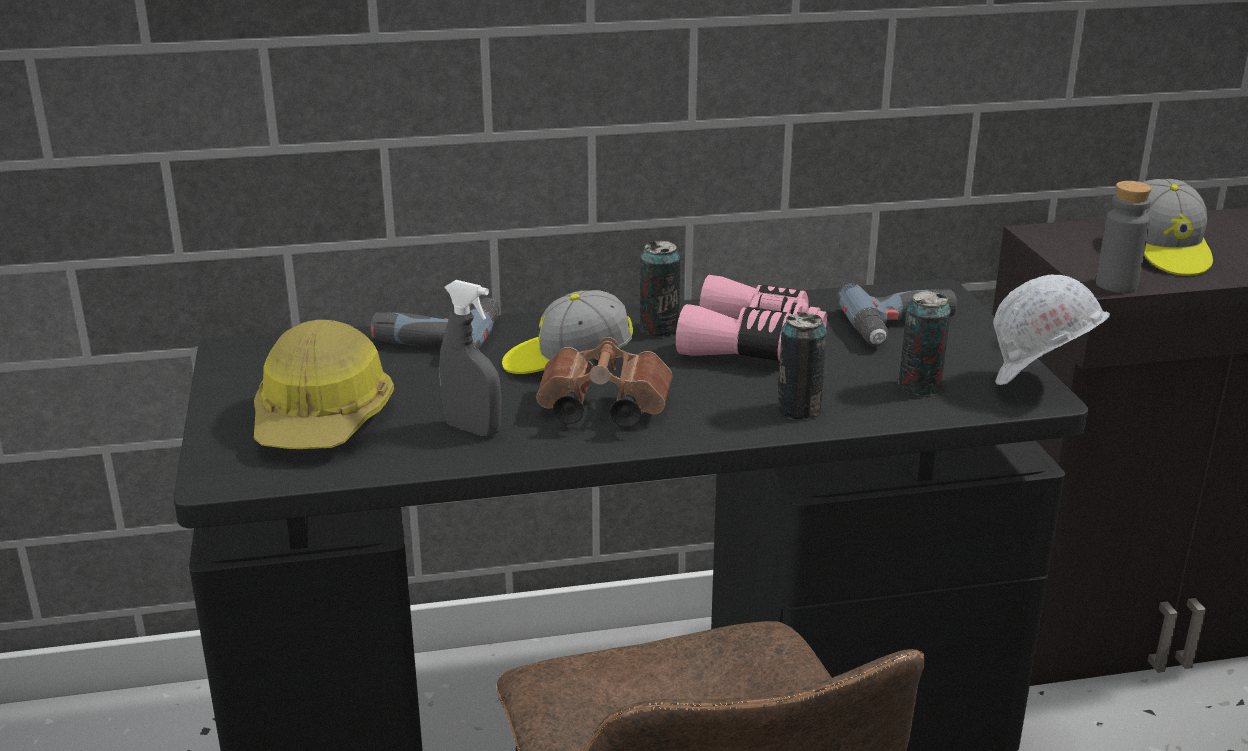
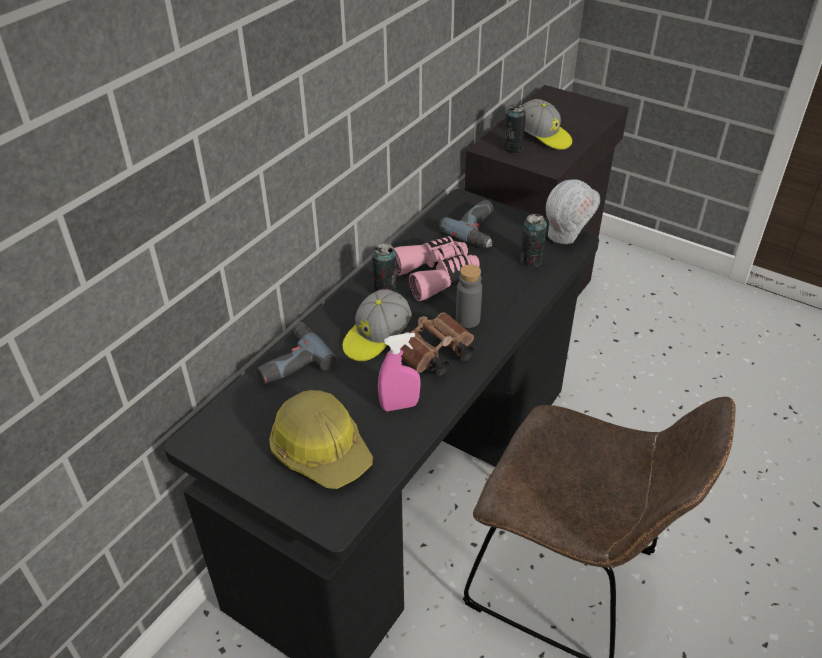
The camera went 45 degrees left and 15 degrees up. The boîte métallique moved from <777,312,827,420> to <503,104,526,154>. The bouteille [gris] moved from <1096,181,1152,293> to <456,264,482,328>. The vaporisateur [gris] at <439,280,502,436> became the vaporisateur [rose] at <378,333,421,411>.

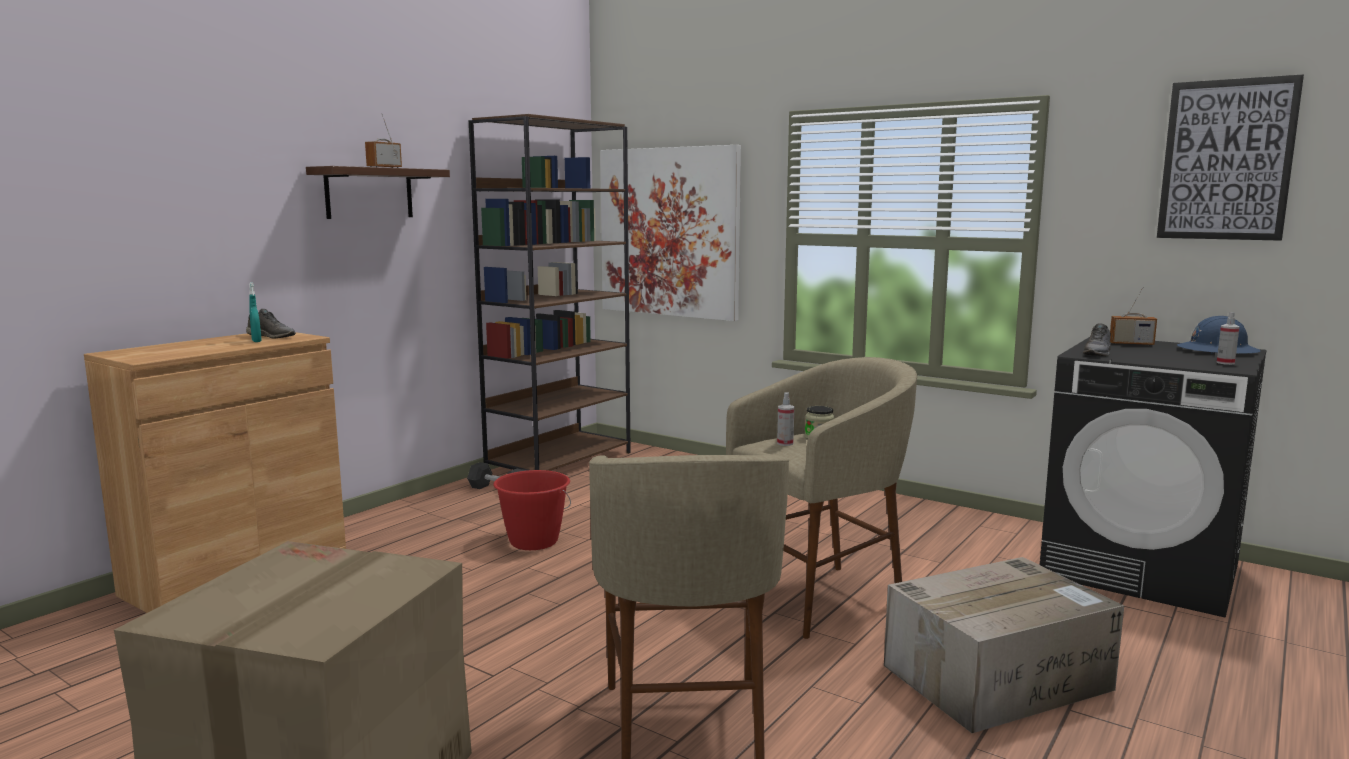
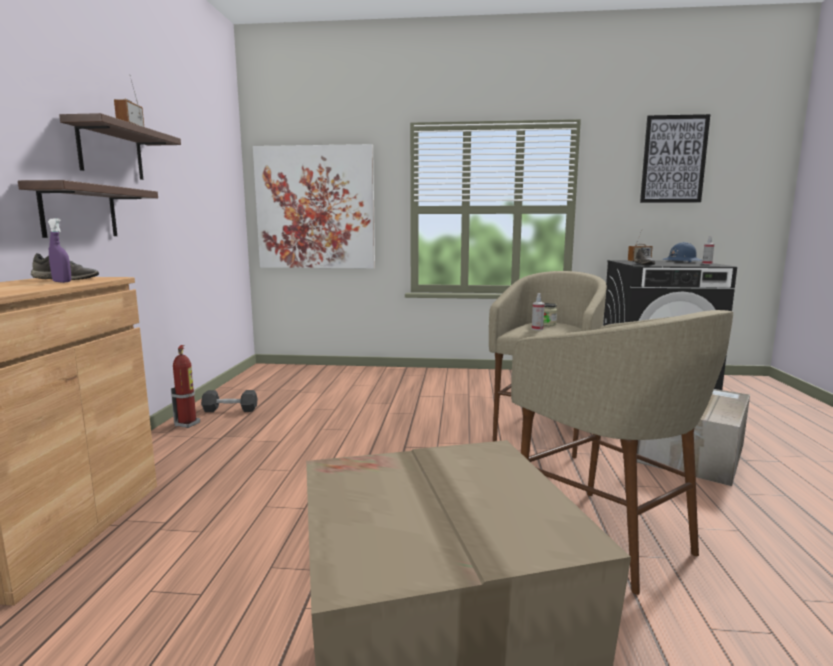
The camera went 30 degrees left and 0 degrees up. The bibliothèque [marron] at <469,114,631,471> disappeared. The seau [rouge] at <494,470,571,550> disappeared. The étagère at <18,180,158,238> appeared. The extincteur at <171,345,200,428> appeared. The vaporisateur [turquoise] at <249,282,262,342> became the vaporisateur [violet] at <48,218,71,283>.

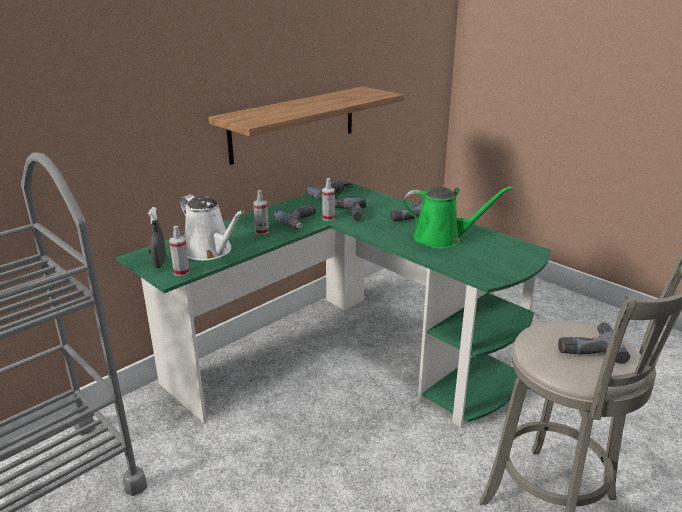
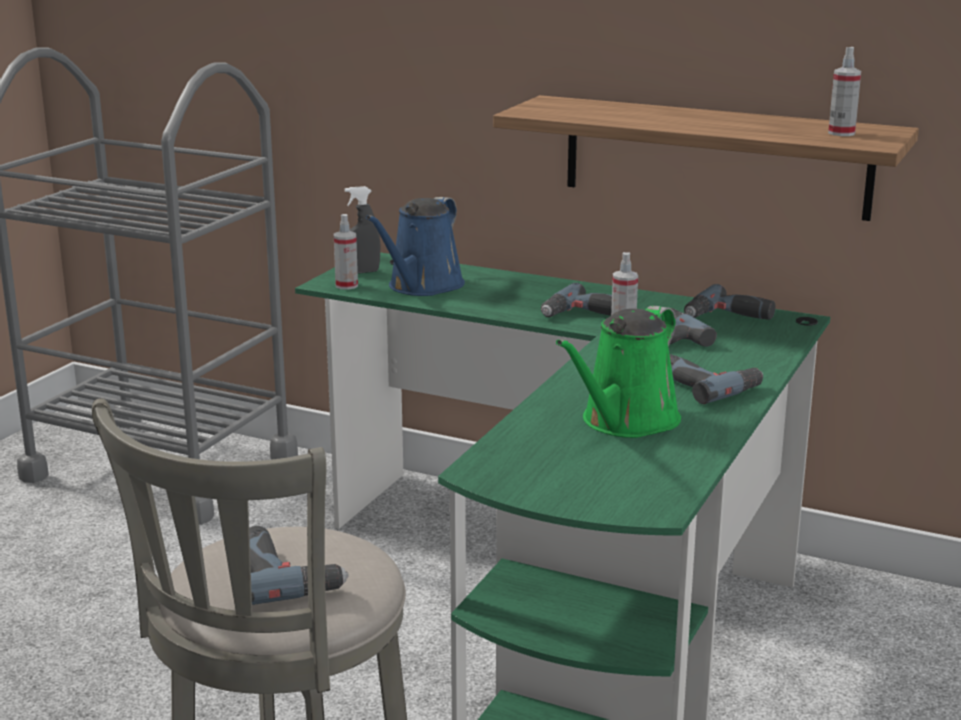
The camera went 70 degrees right and 5 degrees down. The vaporisateur moved from <253,190,269,235> to <828,47,861,136>. The arrosoir [blanc] at <180,194,244,260> became the arrosoir [bleu] at <366,197,465,296>. The arrosoir [vert] at <403,186,512,249> turned 45 degrees clockwise.

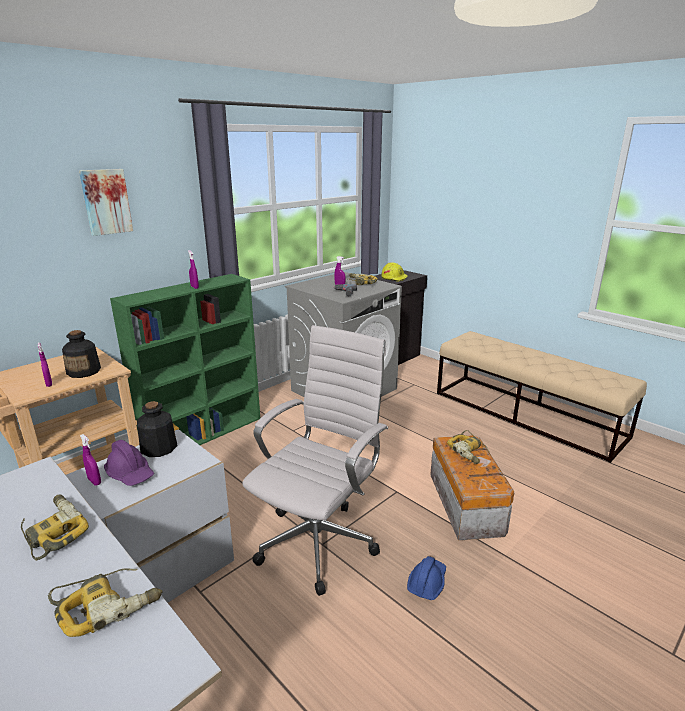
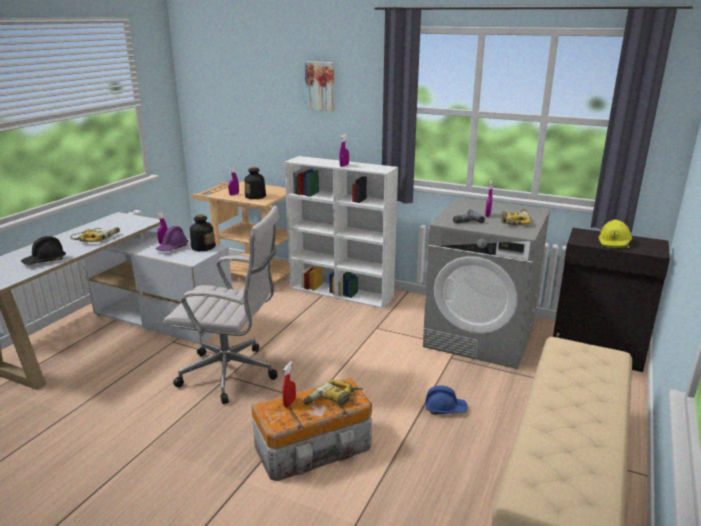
The camera went 70 degrees right and 0 degrees up. The vaporisateur [rouge] at <282,361,296,408> appeared. The casque de chantier [bleu] moved from <407,556,446,600> to <425,386,468,414>. The perceuse at <48,568,163,637> was replaced by the casque de chantier [noir] at <21,236,66,265>. The bibliothèque [vert] at <110,274,260,445> became the bibliothèque [blanc] at <284,156,398,309>.

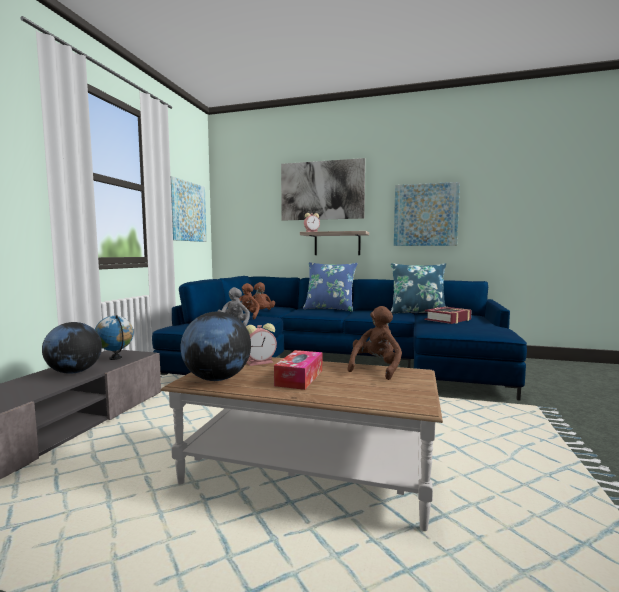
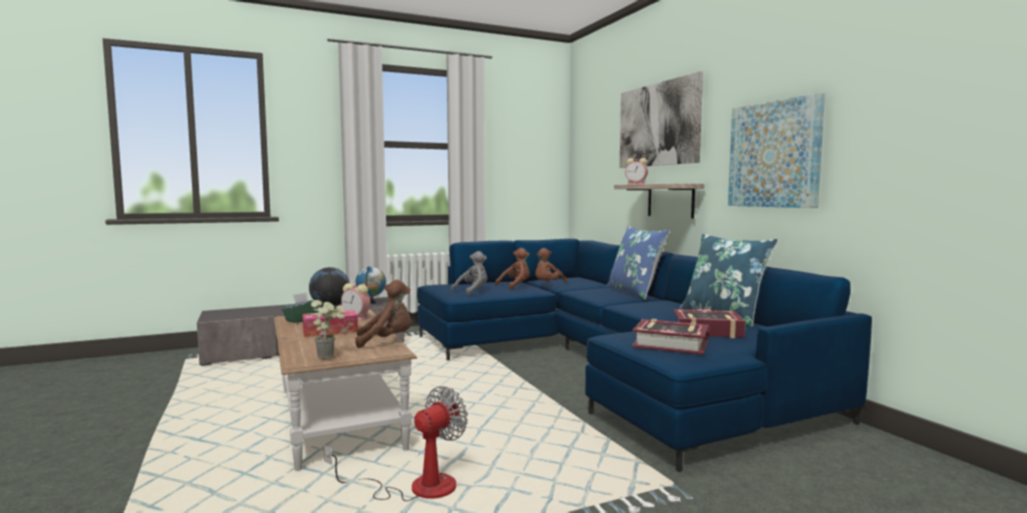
The camera went 50 degrees right and 0 degrees up. The tableau at <171,176,207,242> disappeared. The plante en pot at <311,300,345,360> appeared. The ventilateur at <324,386,468,501> appeared. The livre at <632,319,709,355> appeared. The globe at <181,312,251,381> was replaced by the boîte à mouchoirs [vert] at <282,293,323,323>.

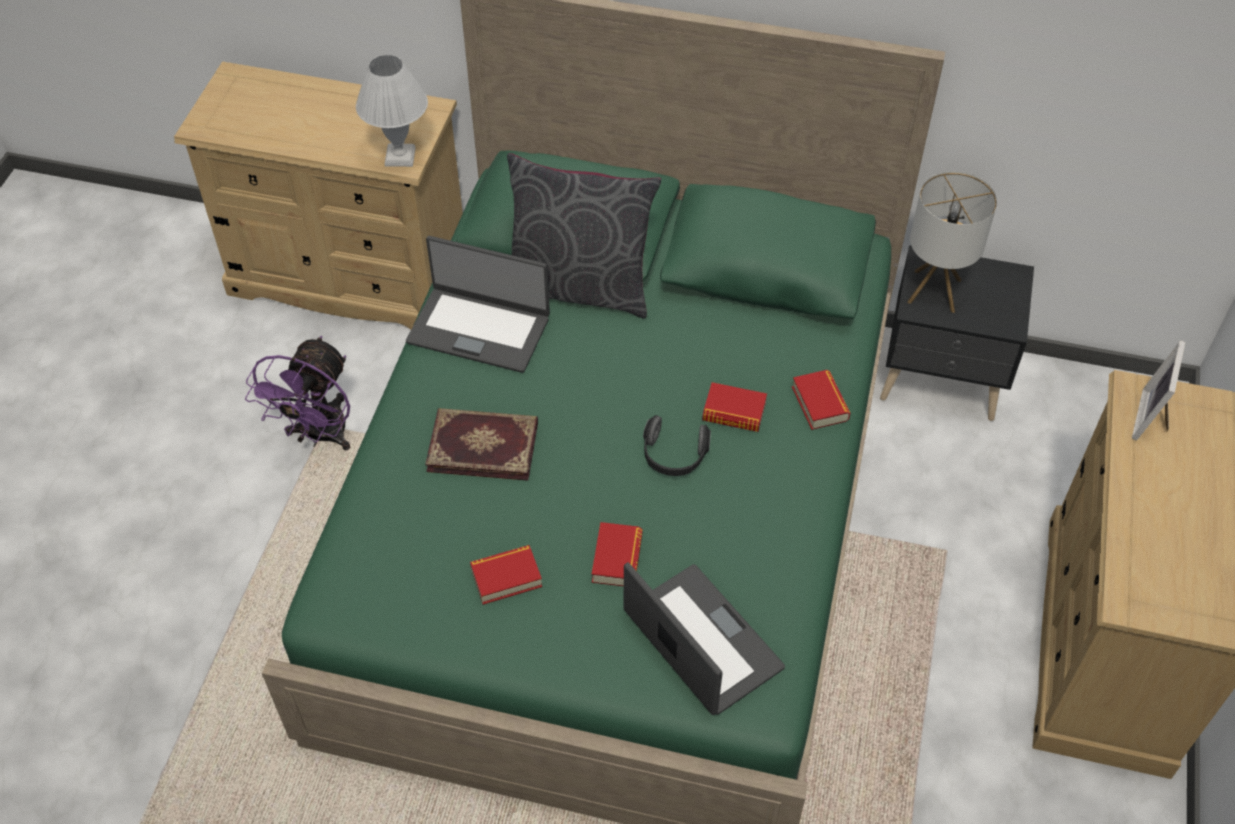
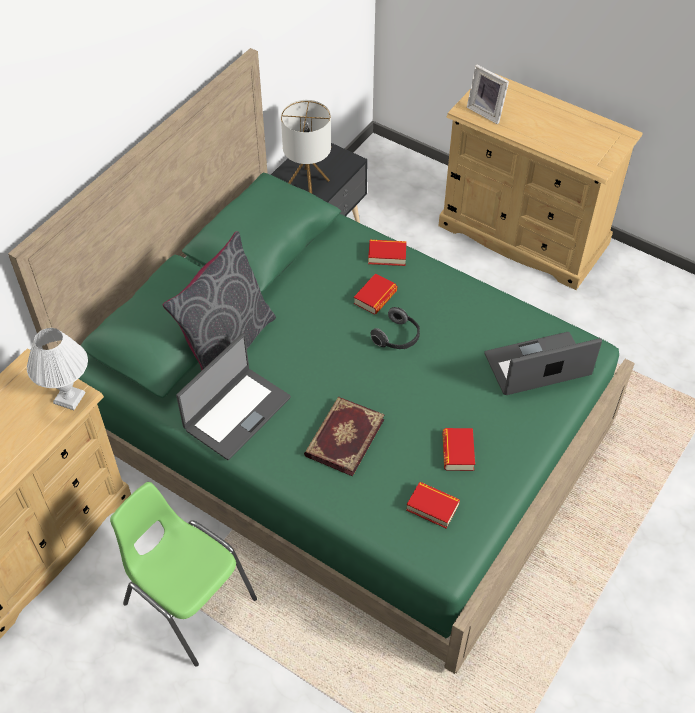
The camera went 70 degrees left and 0 degrees up. The livre moved from <592,522,643,587> to <406,482,460,528>. The ventilateur [violet] at <245,336,350,451> was replaced by the chaise [vert] at <110,482,257,667>.

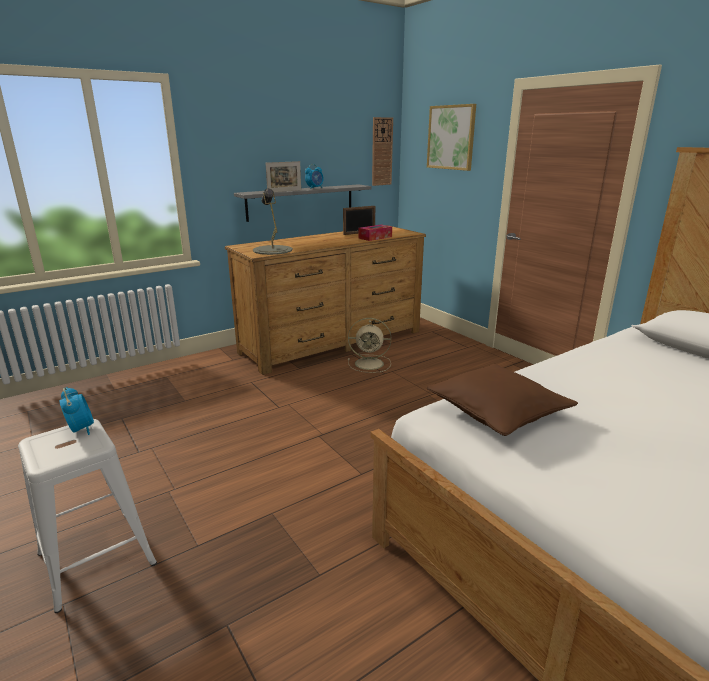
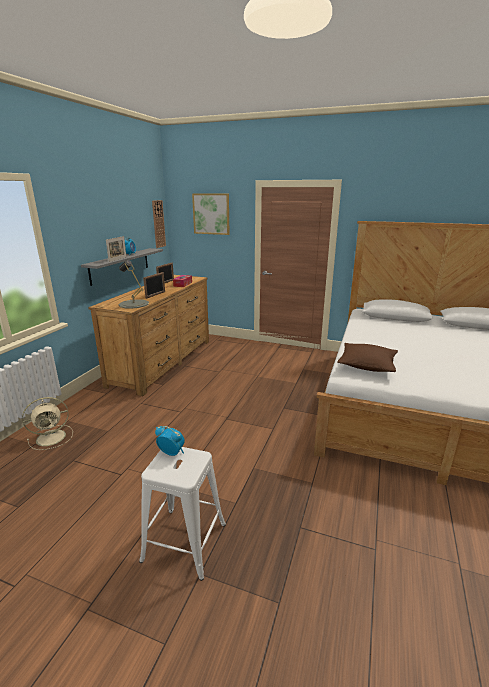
The camera went 35 degrees left and 0 degrees up. The cadre photo at <143,272,165,299> appeared. The ventilateur [beige] moved from <348,318,391,373> to <22,397,73,450>.

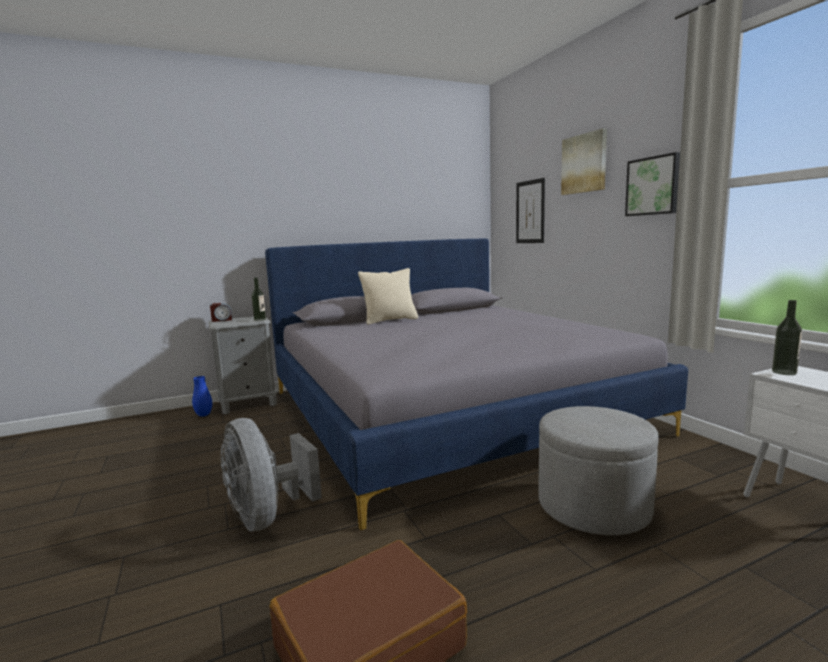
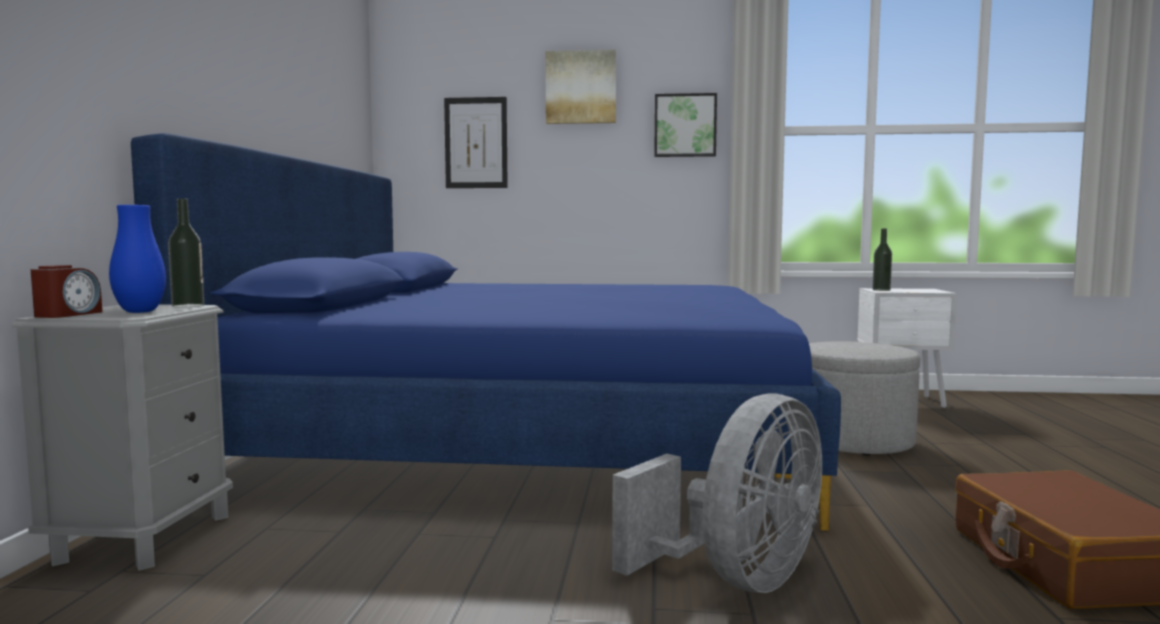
The camera went 60 degrees left and 5 degrees down. The coussin [beige] at <358,268,418,325> disappeared. The vase [bleu] moved from <192,376,212,417> to <109,205,166,313>. The lit [gris] at <265,239,688,530> became the lit [bleu] at <131,133,841,531>. The ventilateur [gris] at <221,418,322,531> turned 45 degrees counterclockwise.

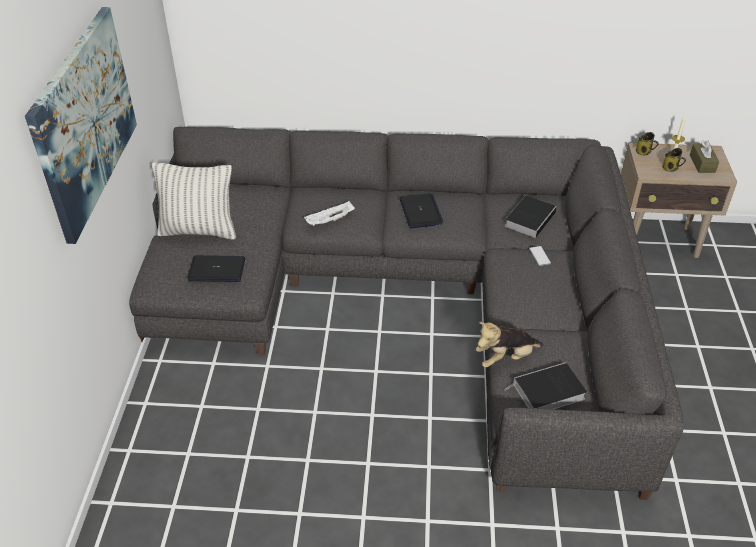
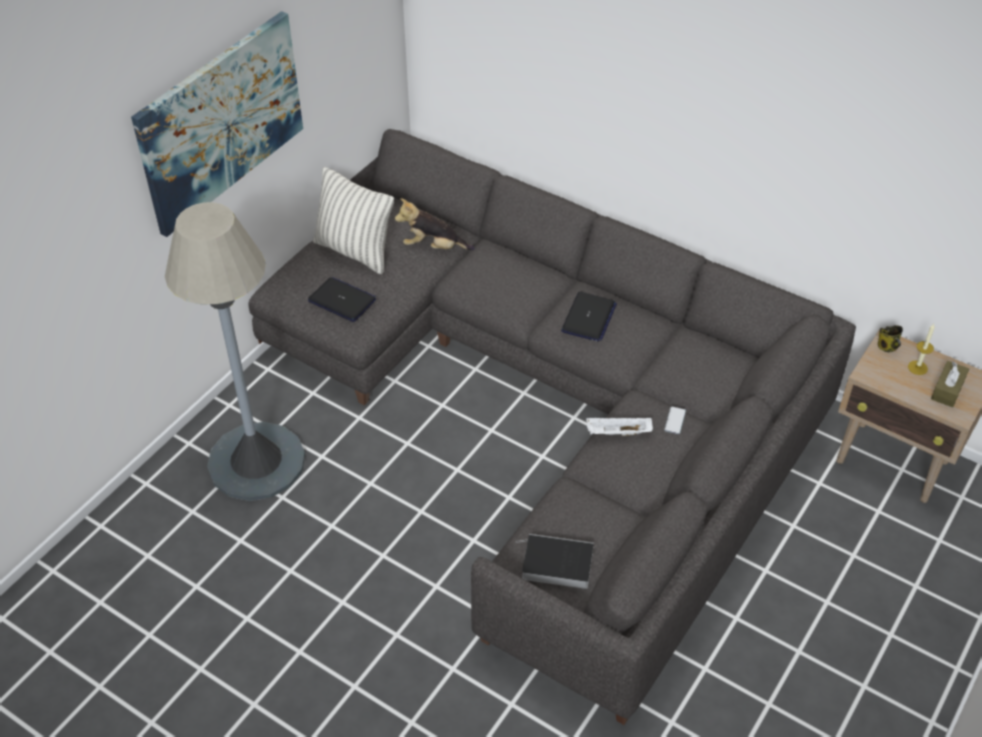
The camera went 30 degrees right and 5 degrees up. The livre at <505,195,557,238> disappeared. The mug at <662,148,686,172> disappeared. The lampadaire [gris] at <165,202,305,501> appeared. The plateau [blanc] moved from <304,201,355,226> to <586,417,653,436>. The peluche moved from <476,322,544,368> to <395,198,475,250>.

